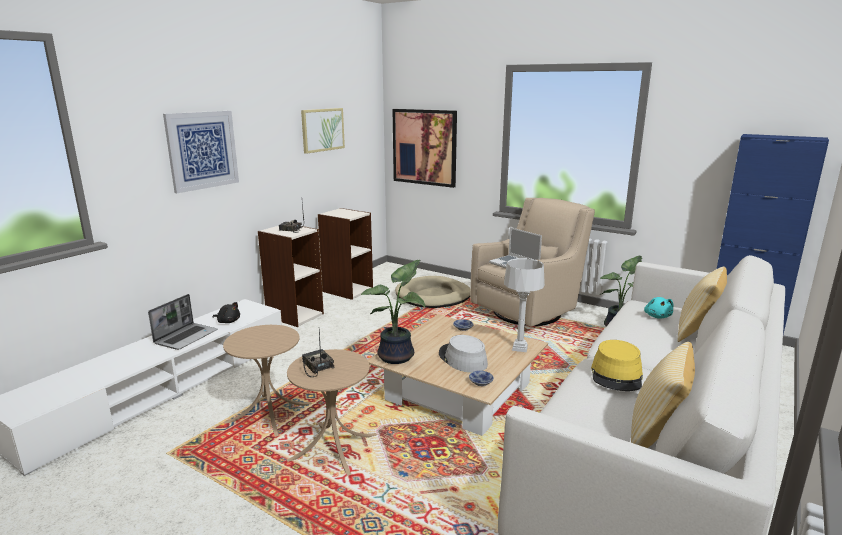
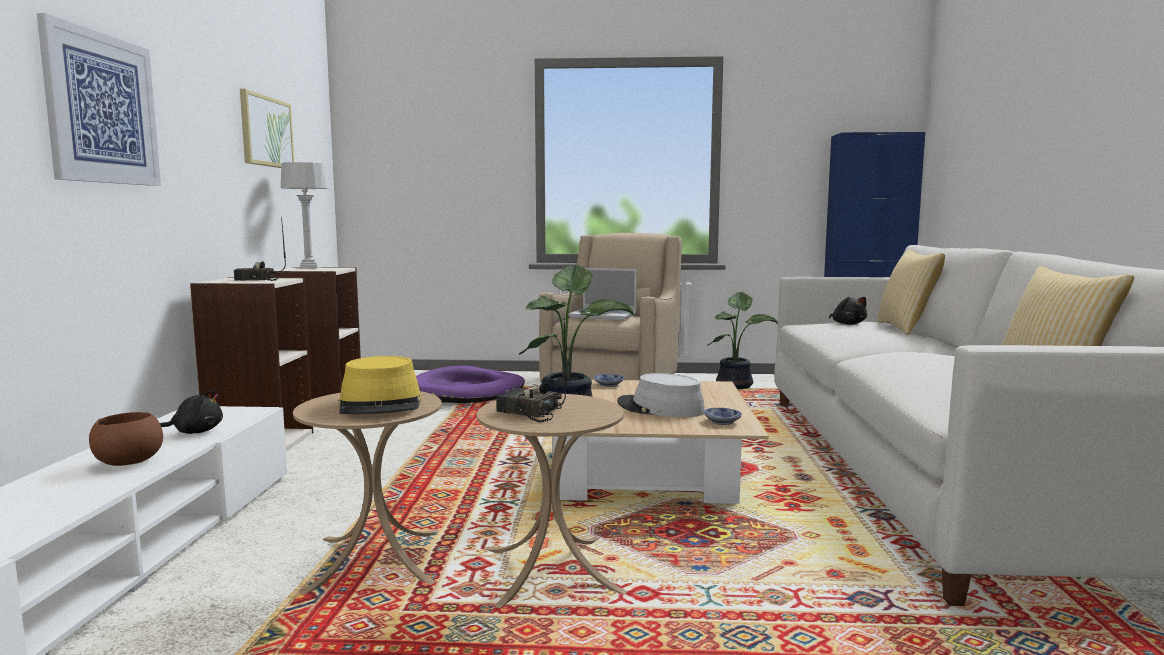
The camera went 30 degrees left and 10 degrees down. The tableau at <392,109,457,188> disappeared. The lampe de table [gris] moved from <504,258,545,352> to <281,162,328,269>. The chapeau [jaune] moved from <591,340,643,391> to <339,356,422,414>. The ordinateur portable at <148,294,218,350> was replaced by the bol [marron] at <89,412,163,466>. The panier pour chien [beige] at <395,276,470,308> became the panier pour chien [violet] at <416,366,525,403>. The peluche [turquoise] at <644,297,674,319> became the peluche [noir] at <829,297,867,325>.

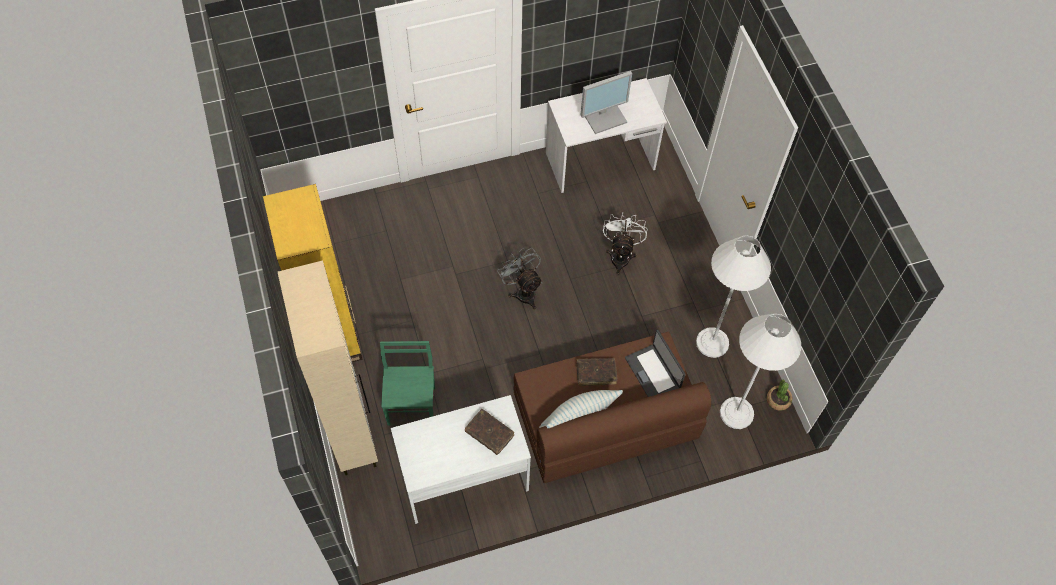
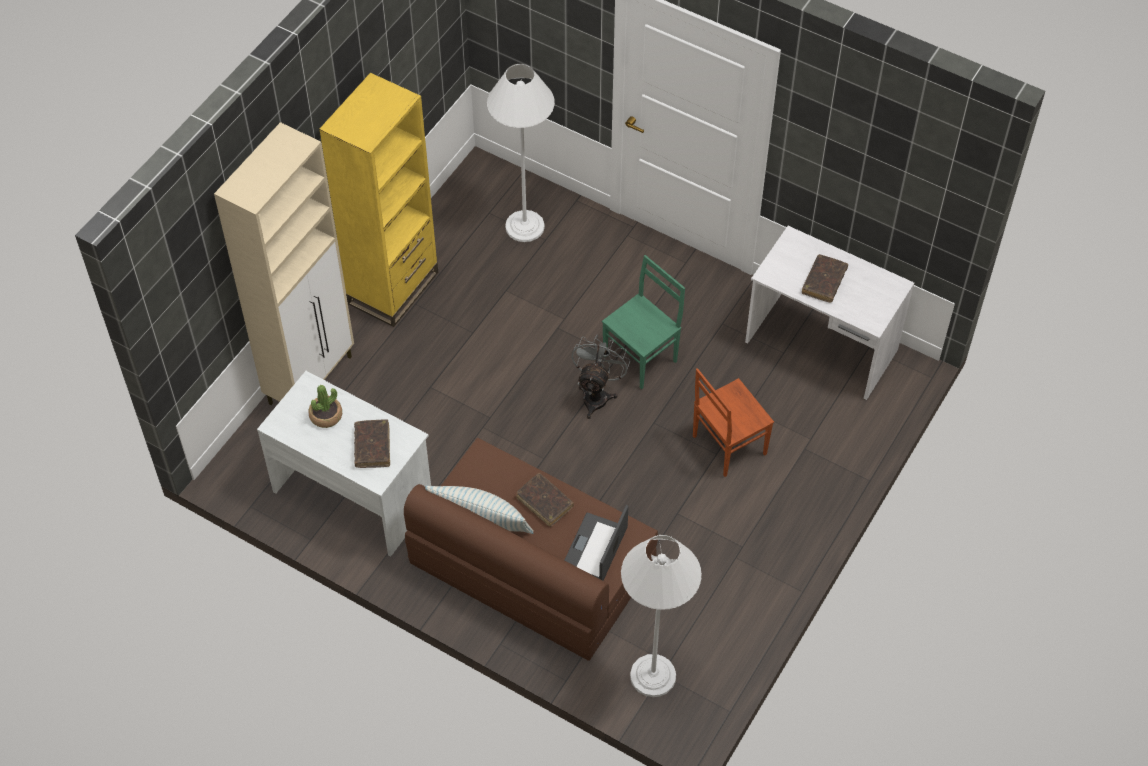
The camera went 50 degrees right and 5 degrees down. The chaise [vert] moved from <380,341,435,426> to <602,255,685,389>. The lampadaire [blanc] moved from <696,235,771,358> to <487,64,555,242>. The plante en pot moved from <767,380,792,411> to <309,385,342,428>. The écran d'ordinateur at <581,71,632,134> was replaced by the livre [marron] at <802,254,848,303>. The ventilateur [blanc] at <603,212,647,275> was replaced by the chaise [marron] at <693,368,774,477>.

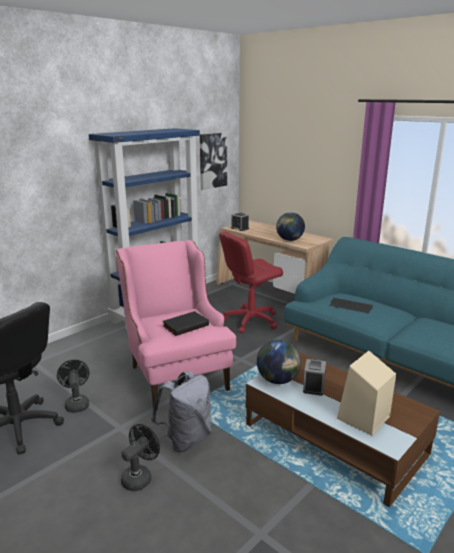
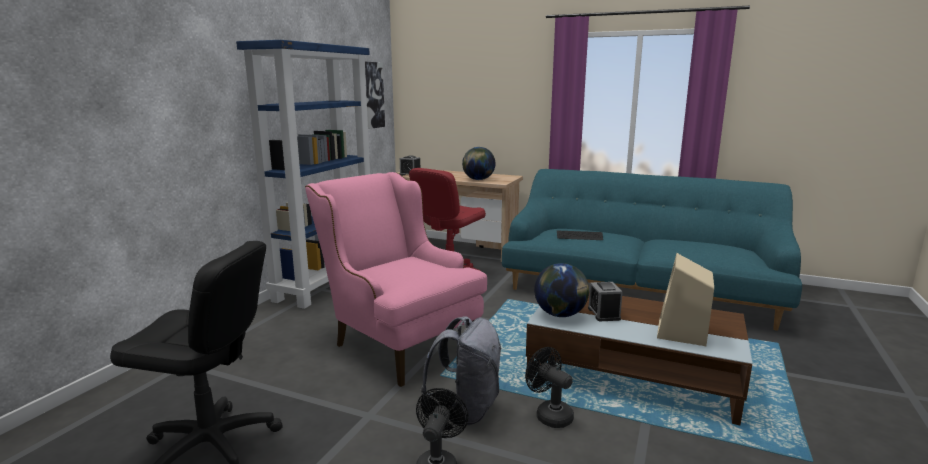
The camera went 20 degrees left and 5 degrees down. The livre [noir] at <162,311,209,336> disappeared. The ventilateur [noir] moved from <57,360,89,413> to <525,347,574,428>.

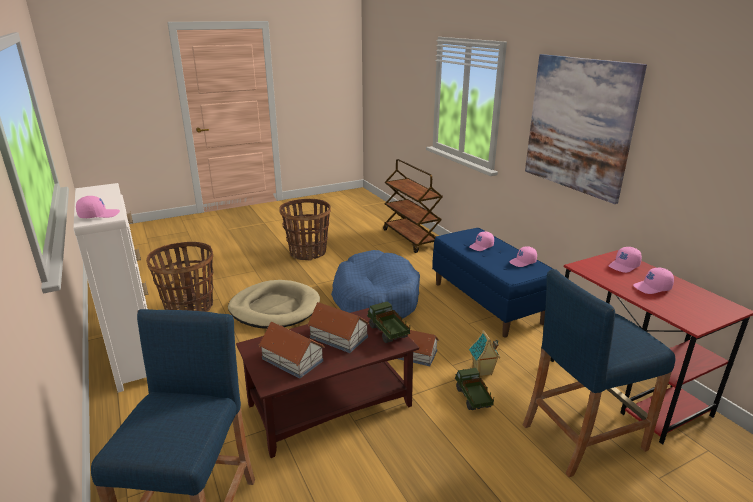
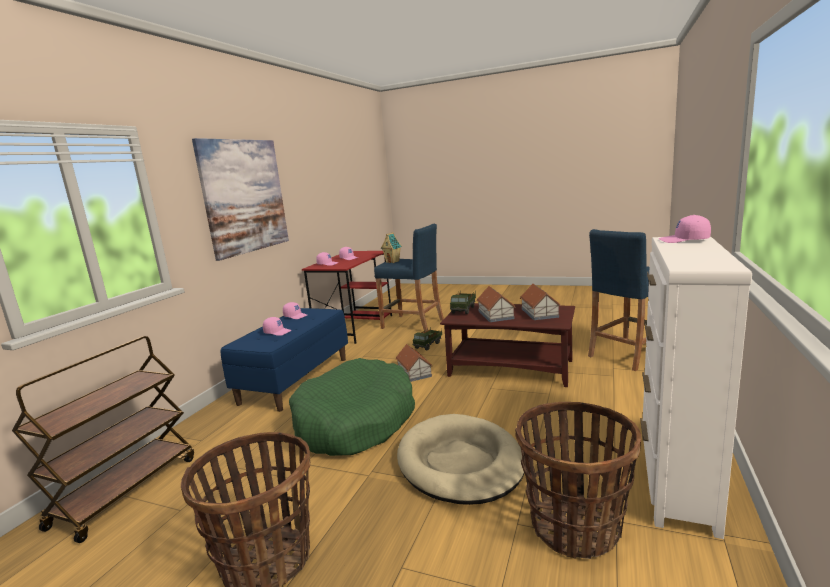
The camera went 130 degrees left and 10 degrees down. The maison miniature moved from <469,330,501,376> to <381,232,402,263>. The panier pour chien [bleu] at <331,250,420,319> became the panier pour chien [vert] at <289,358,415,456>.

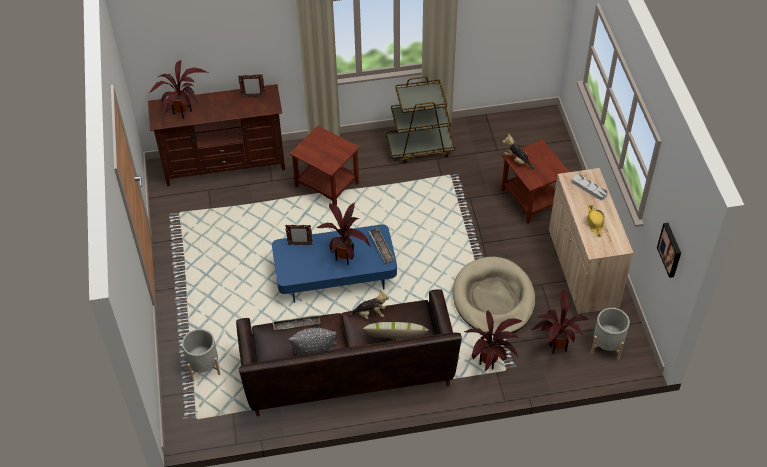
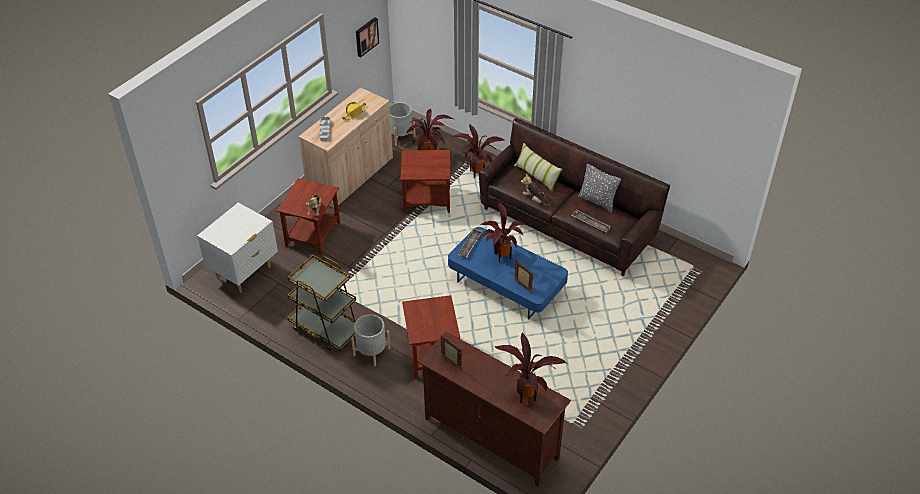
The camera went 135 degrees left and 5 degrees down. The table de chevet [blanc] at <197,203,278,293> appeared. The cache-pot [gris] moved from <182,329,220,381> to <351,314,390,366>. The panier pour chien [beige] at <453,257,535,335> was replaced by the table d'appoint [marron] at <401,150,450,213>.

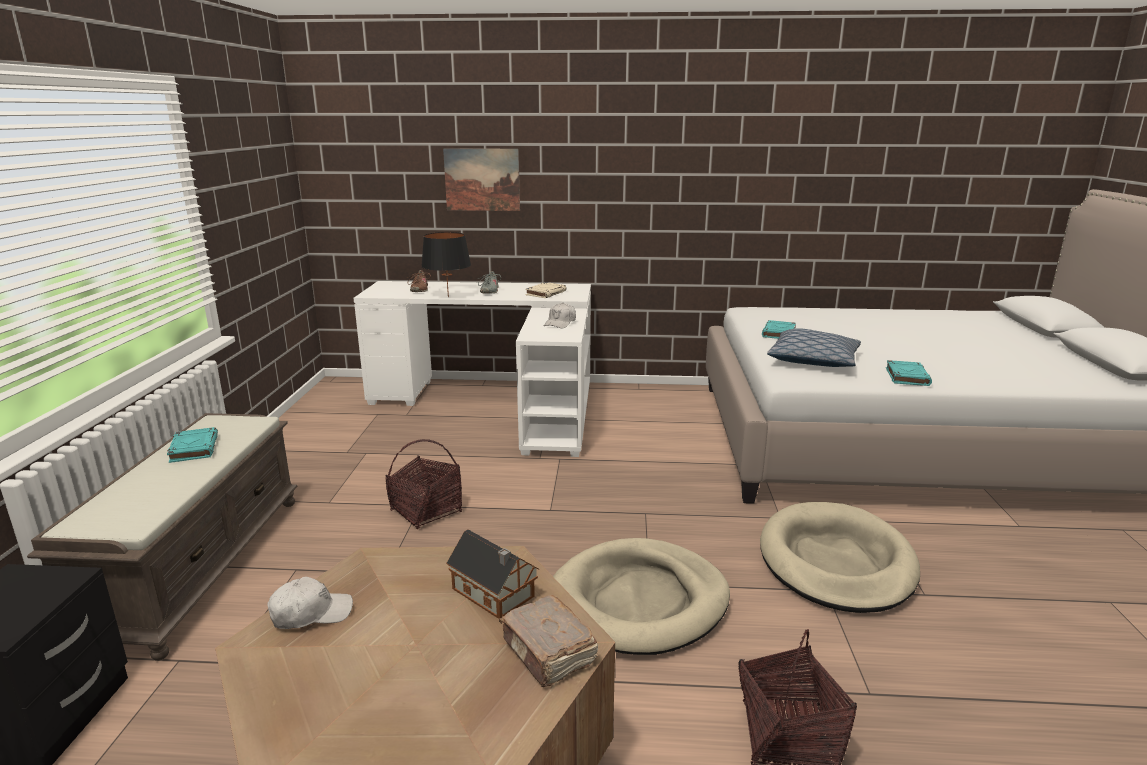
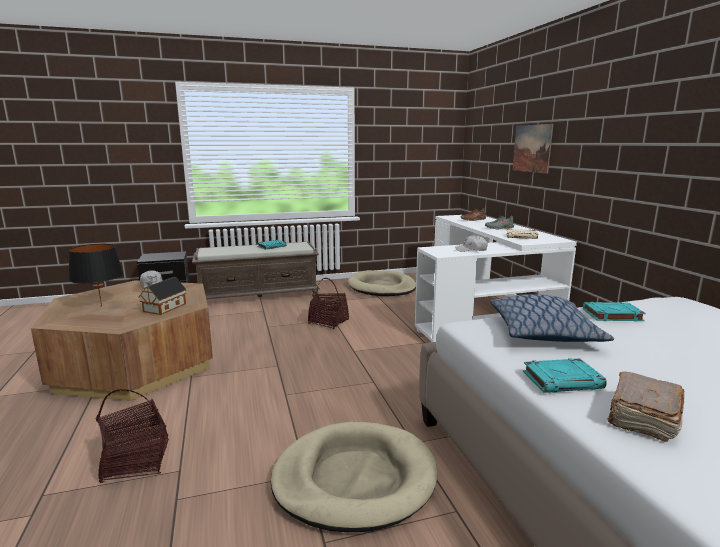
The camera went 70 degrees right and 5 degrees down. The lampe de table [noir] moved from <421,232,471,297> to <69,244,124,307>. The livre [marron] moved from <499,595,598,687> to <607,372,685,442>. The panier pour chien [beige] moved from <553,538,730,655> to <348,270,416,296>.

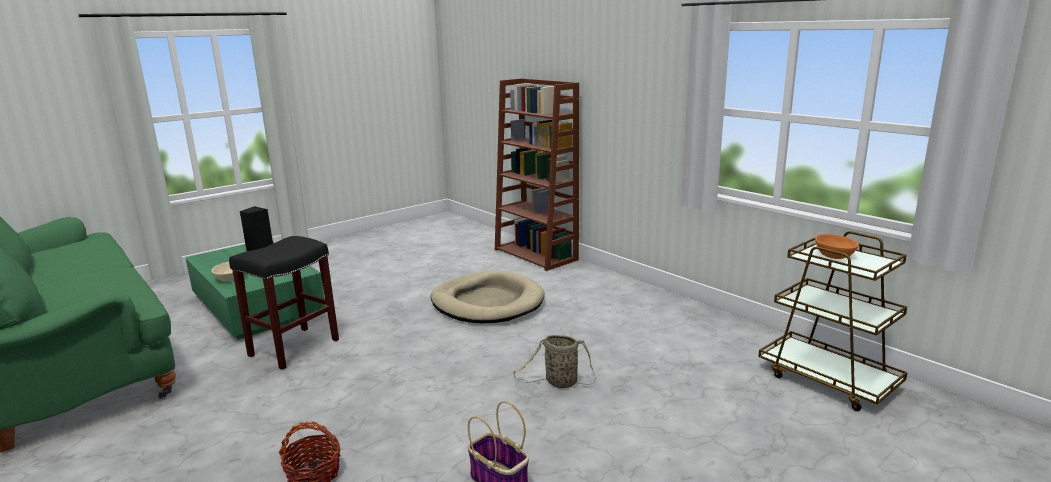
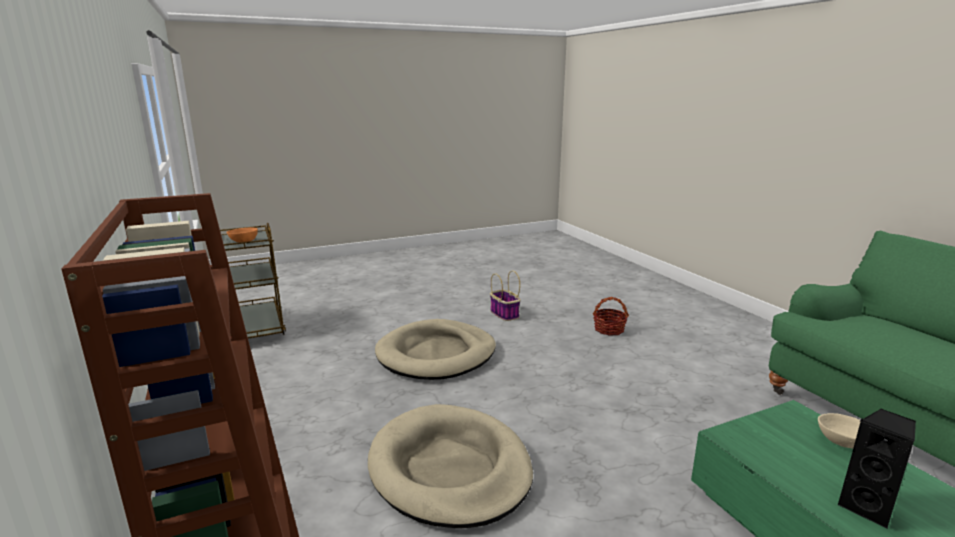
The camera went 165 degrees left and 0 degrees up. The tabouret [noir] at <229,236,339,370> disappeared. The panier at <513,335,596,388> was replaced by the panier pour chien [beige] at <375,319,496,380>.

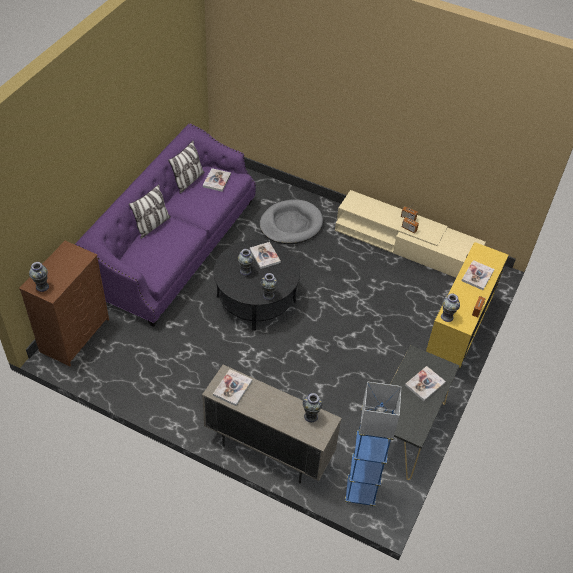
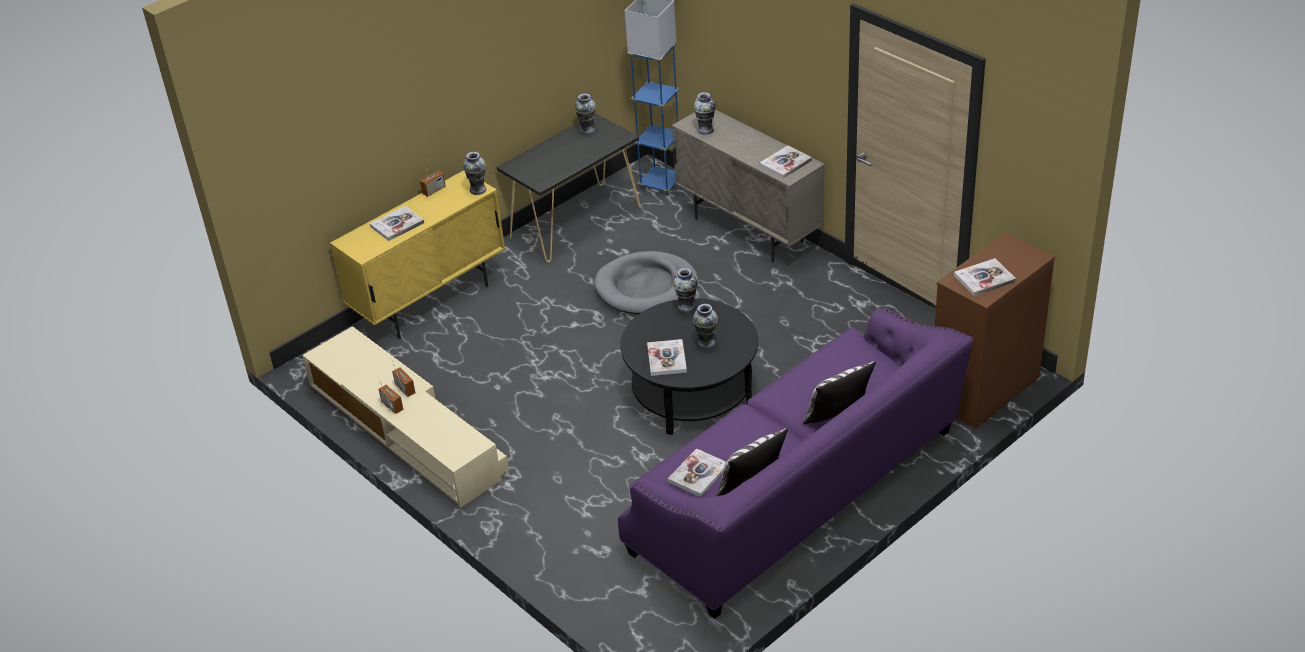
The camera went 155 degrees left and 10 degrees down. The vase moved from <29,262,49,292> to <575,93,596,135>. The panier pour chien [gris] moved from <260,200,323,244> to <594,251,698,314>. The livre moved from <405,366,446,401> to <954,258,1016,296>.

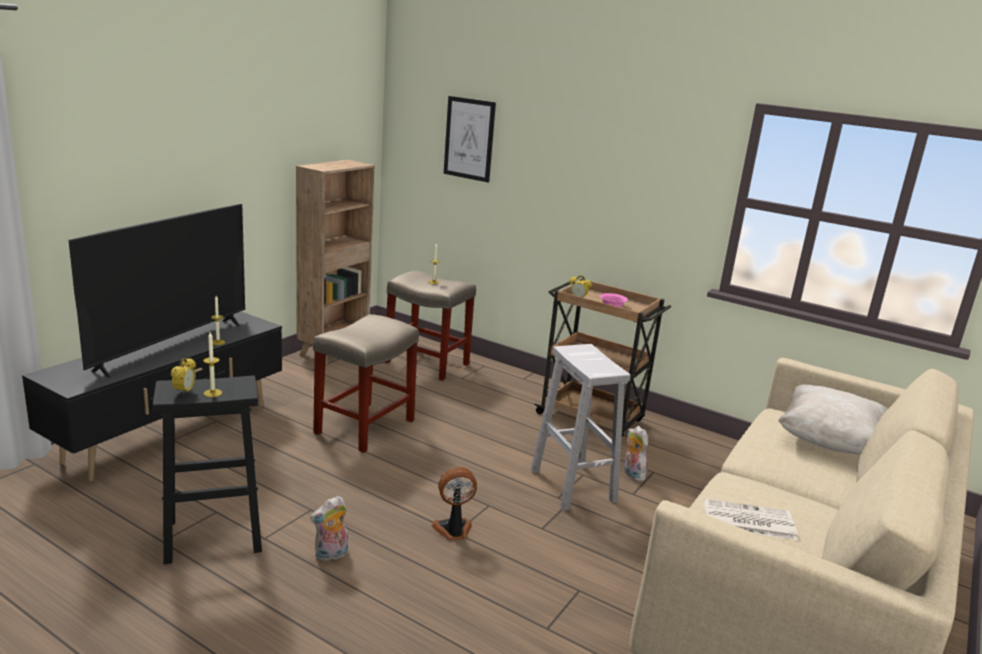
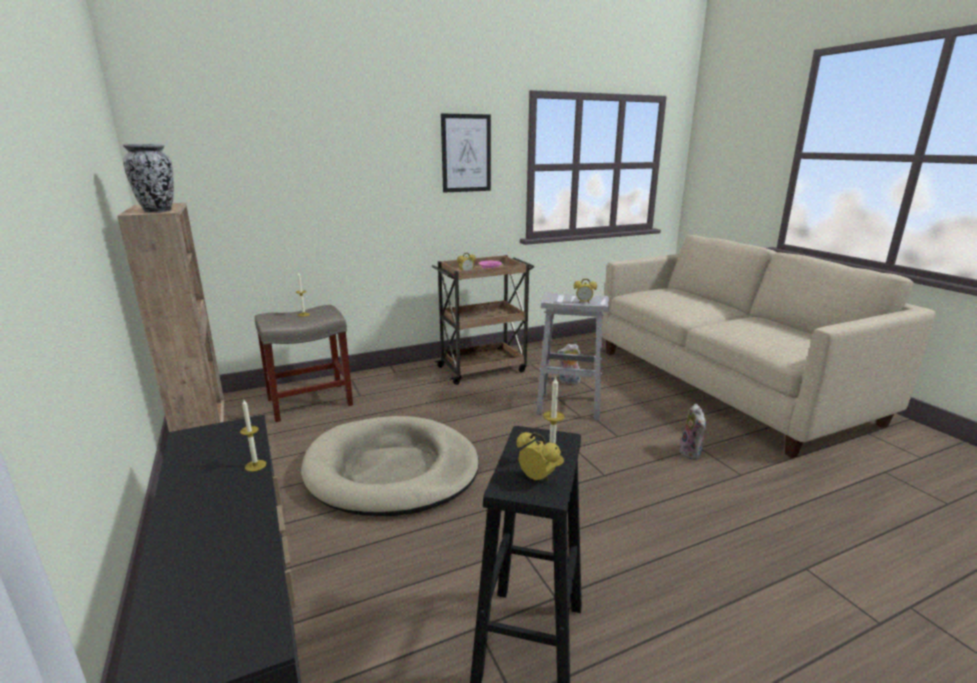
The camera went 55 degrees left and 0 degrees up. The téléviseur at <69,204,245,378> disappeared. The ventilateur at <432,467,477,541> disappeared. The journal at <704,499,798,540> disappeared. The coussin [beige] at <778,385,888,455> disappeared. The vase at <123,144,174,213> appeared. The réveil at <574,279,597,304> appeared. The peluche moved from <310,496,348,562> to <680,404,708,460>. The tableau moved from <444,96,496,183> to <441,114,491,193>. The tabouret [beige] at <313,314,419,453> was replaced by the panier pour chien [beige] at <301,416,479,516>.

